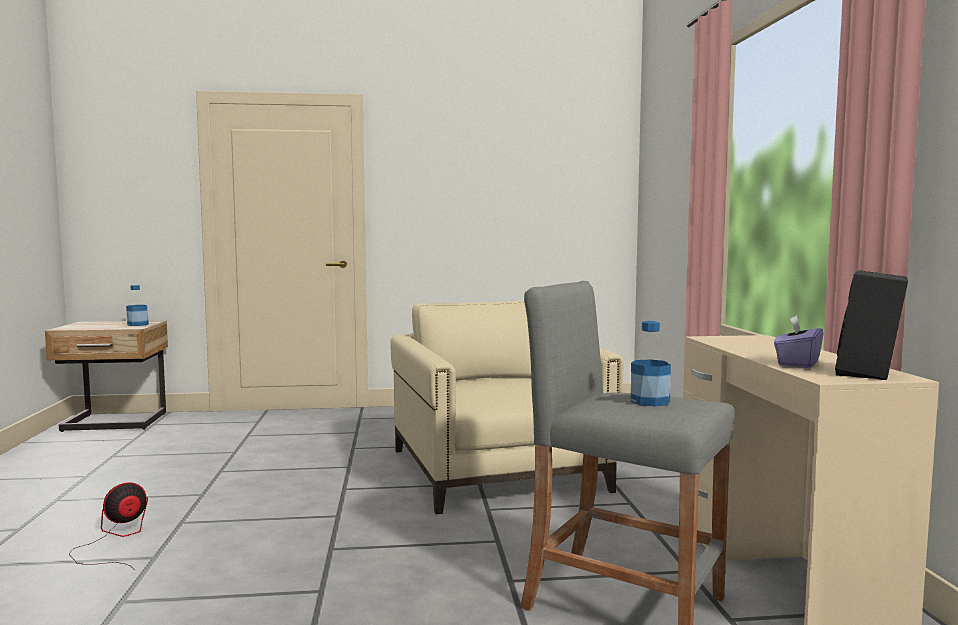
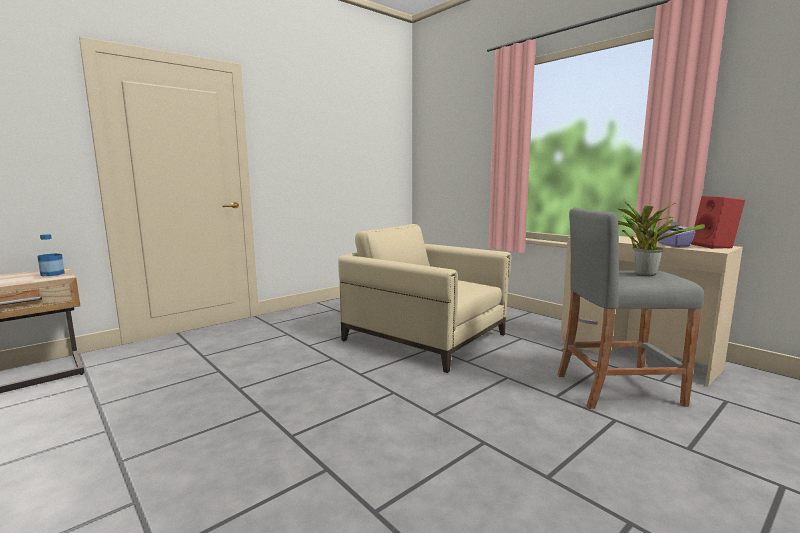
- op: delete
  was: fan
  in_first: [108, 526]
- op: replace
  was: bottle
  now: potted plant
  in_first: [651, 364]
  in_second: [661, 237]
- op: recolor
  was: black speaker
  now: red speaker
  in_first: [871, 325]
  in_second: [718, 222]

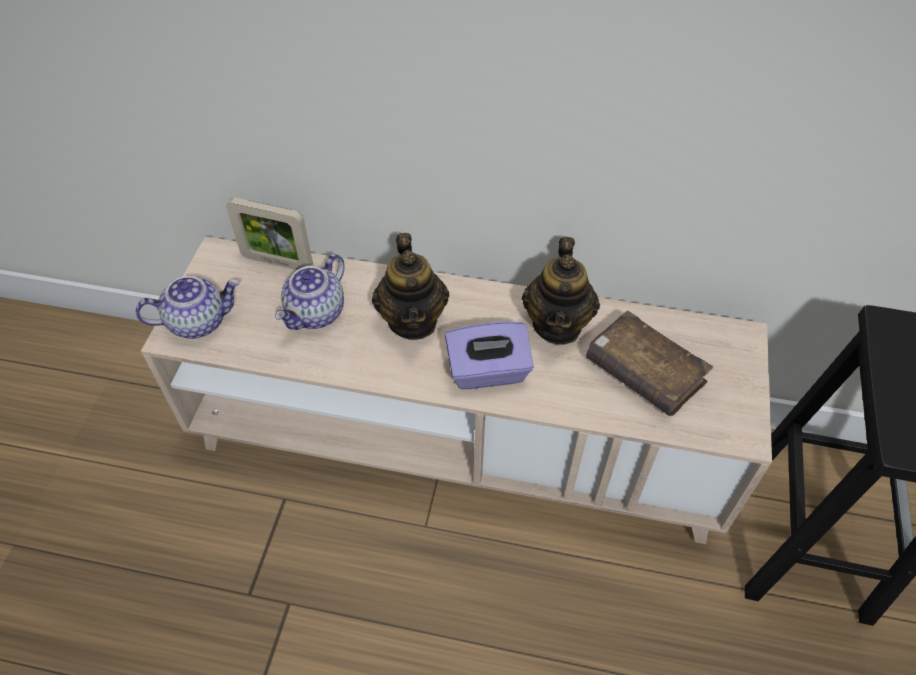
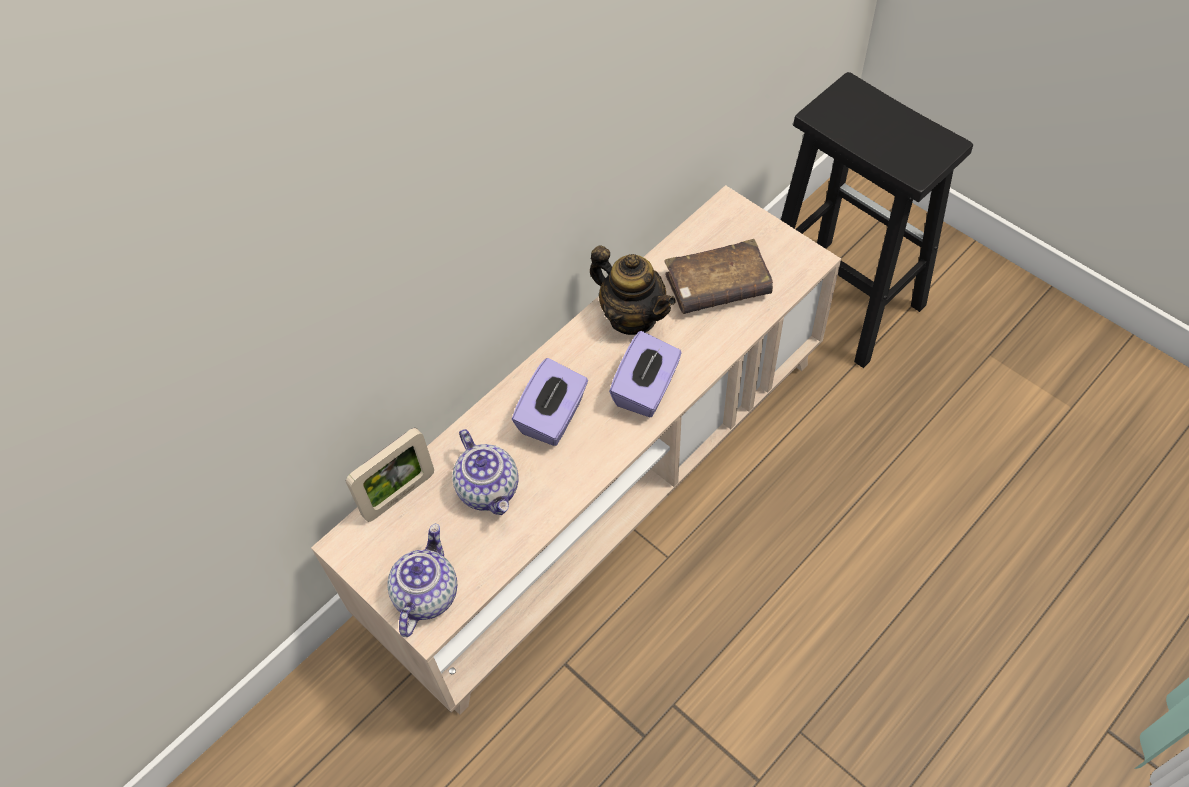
- op: replace
  was: teapot
  now: purple tissue box
  in_first: [410, 286]
  in_second: [549, 402]

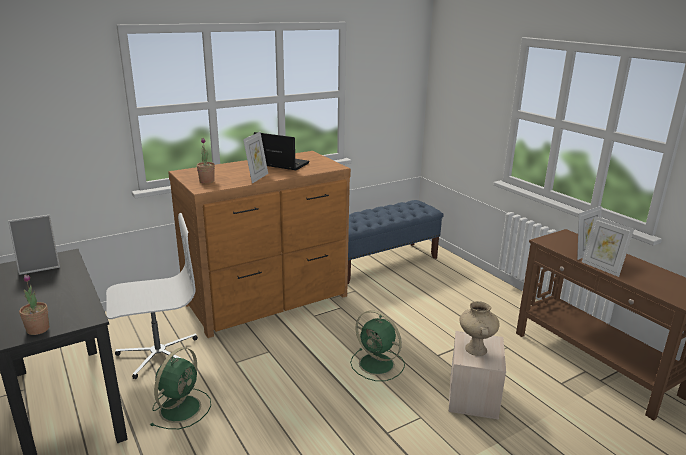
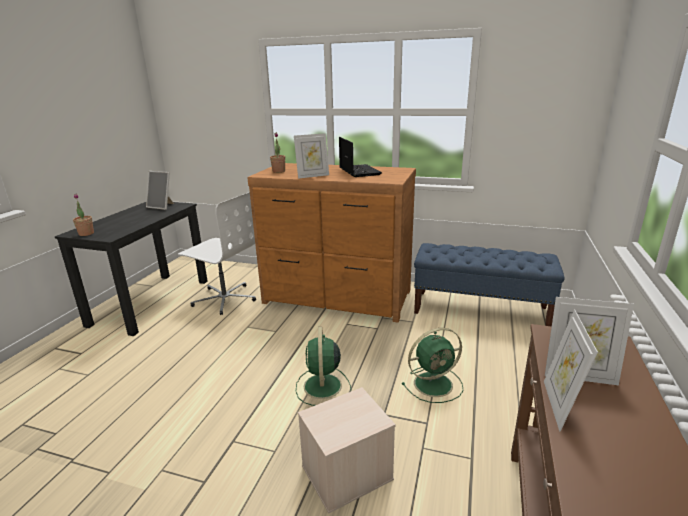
- op: delete
  was: beige vase
  in_first: [480, 328]
- op: move
  was: green fan
  in_first: [180, 388]
  in_second: [432, 365]

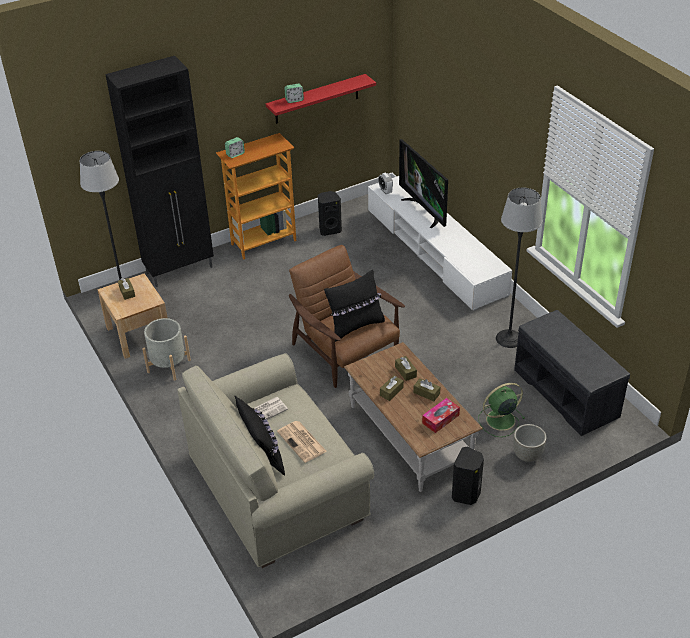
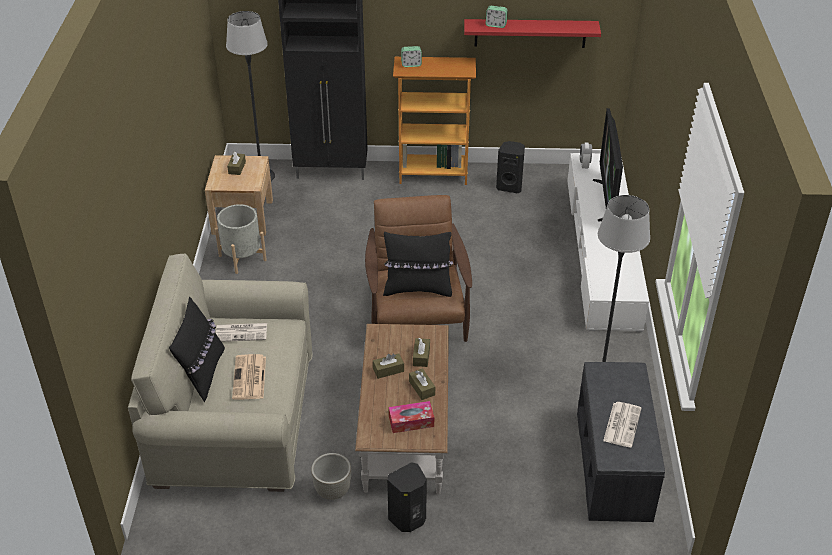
- op: delete
  was: green fan
  in_first: [502, 410]
- op: insert
  now: newspaper
  in_second: [622, 425]
- op: move
  was: grey planter
  in_first: [529, 443]
  in_second: [331, 476]

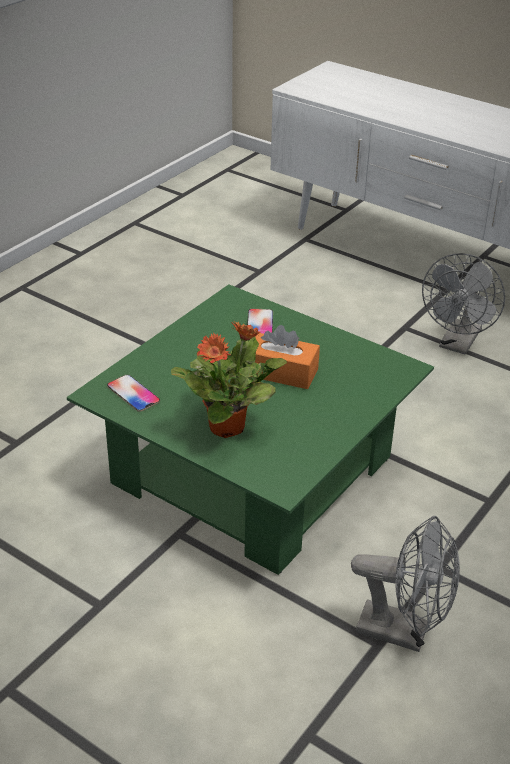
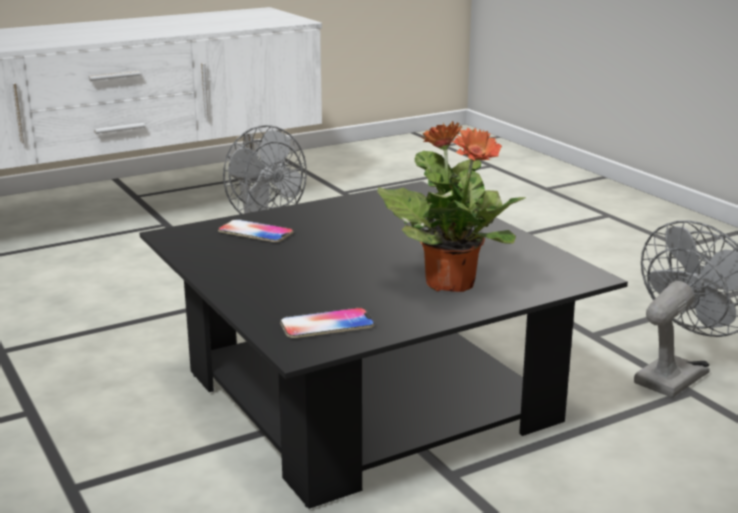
- op: delete
  was: orange tissue box
  in_first: [286, 357]
- op: recolor
  was: green coffee table
  now: black coffee table
  in_first: [250, 429]
  in_second: [383, 345]

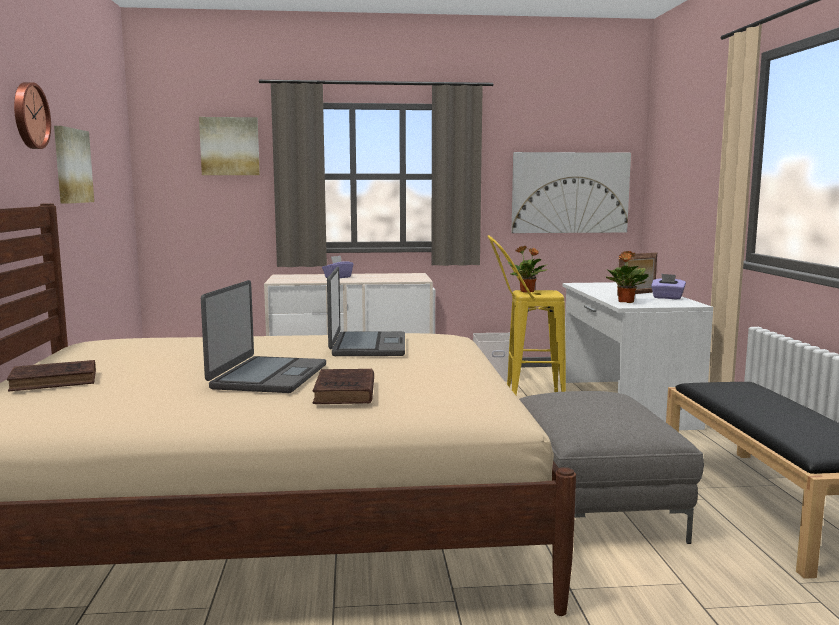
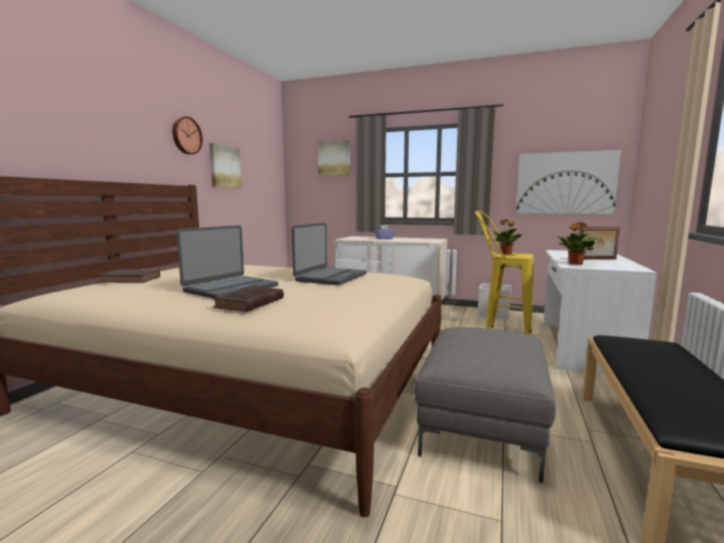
- op: delete
  was: purple tissue box
  in_first: [668, 286]

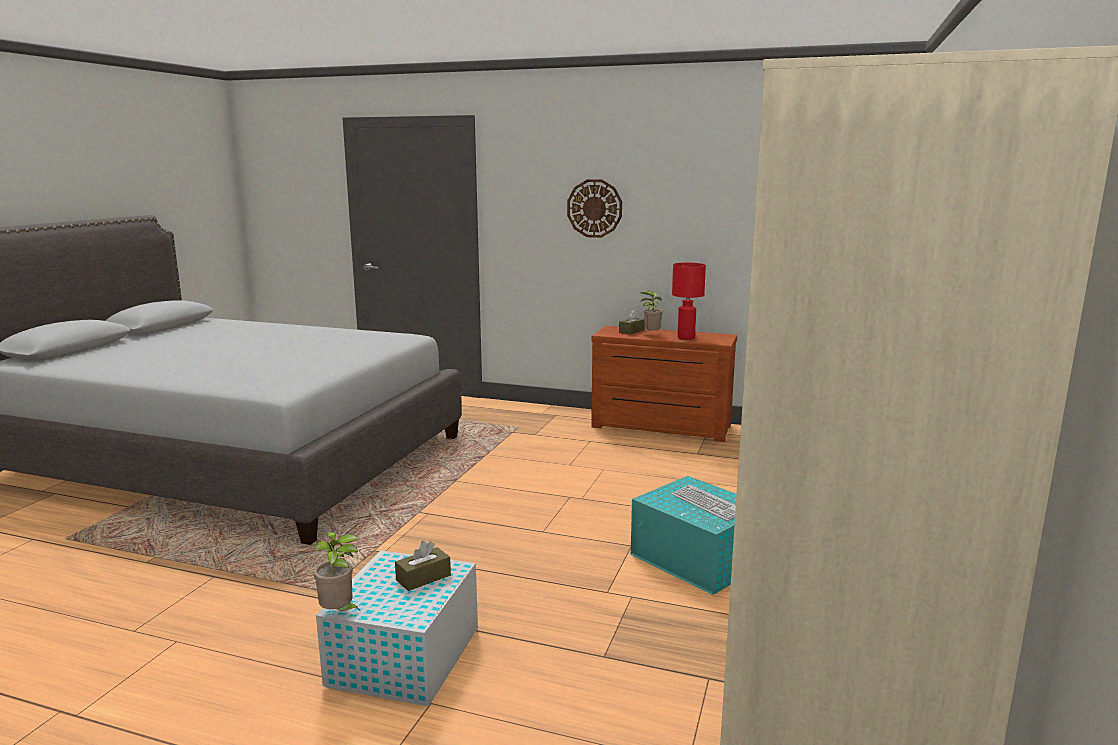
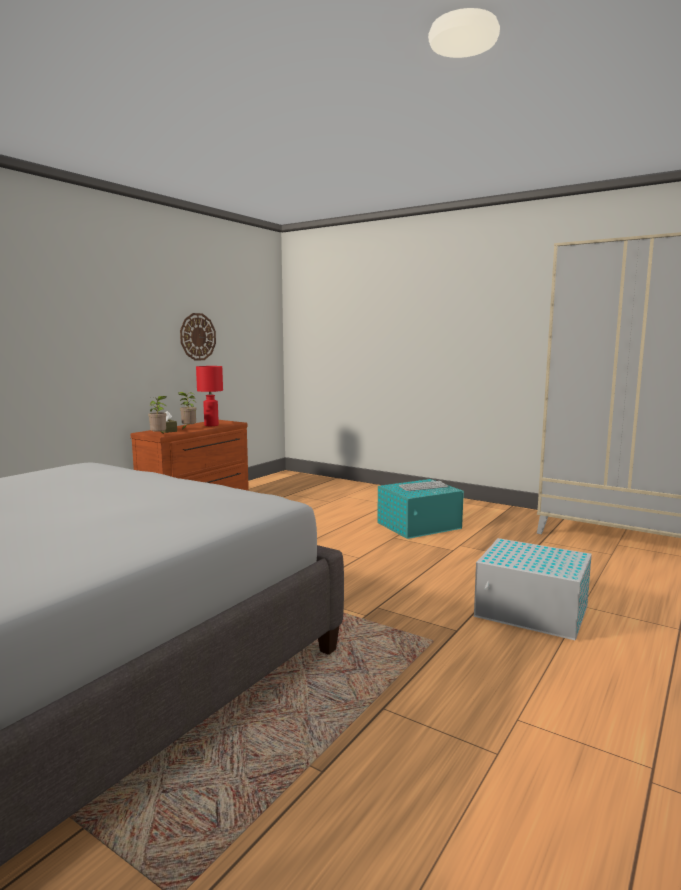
- op: delete
  was: brown tissue box
  in_first: [423, 566]
- op: move
  was: potted plant
  in_first: [337, 572]
  in_second: [157, 415]
- op: move
  was: wall clock
  in_first: [594, 208]
  in_second: [198, 337]

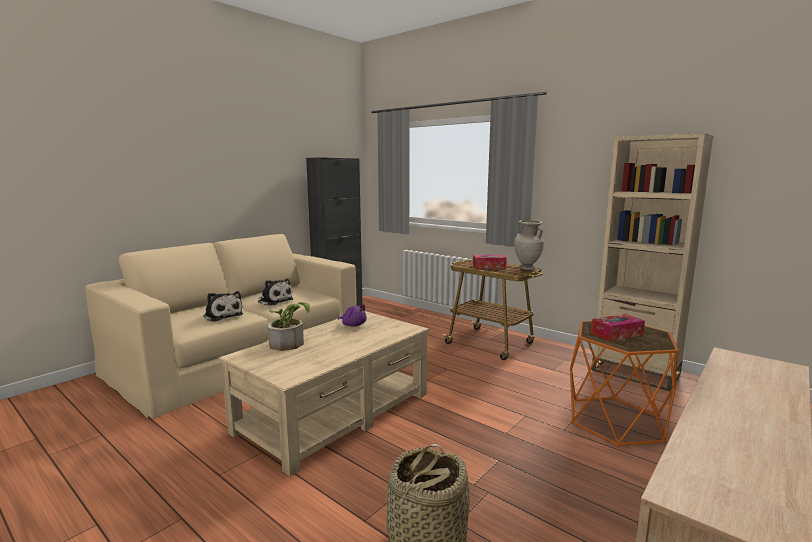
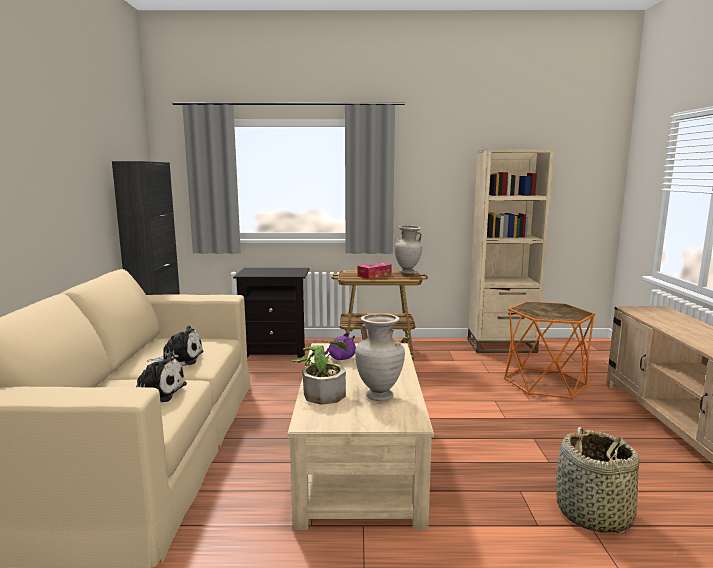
- op: delete
  was: tissue box
  in_first: [618, 327]
- op: insert
  now: black nightstand
  in_second: [271, 313]
- op: insert
  now: beige vase
  in_second: [380, 357]

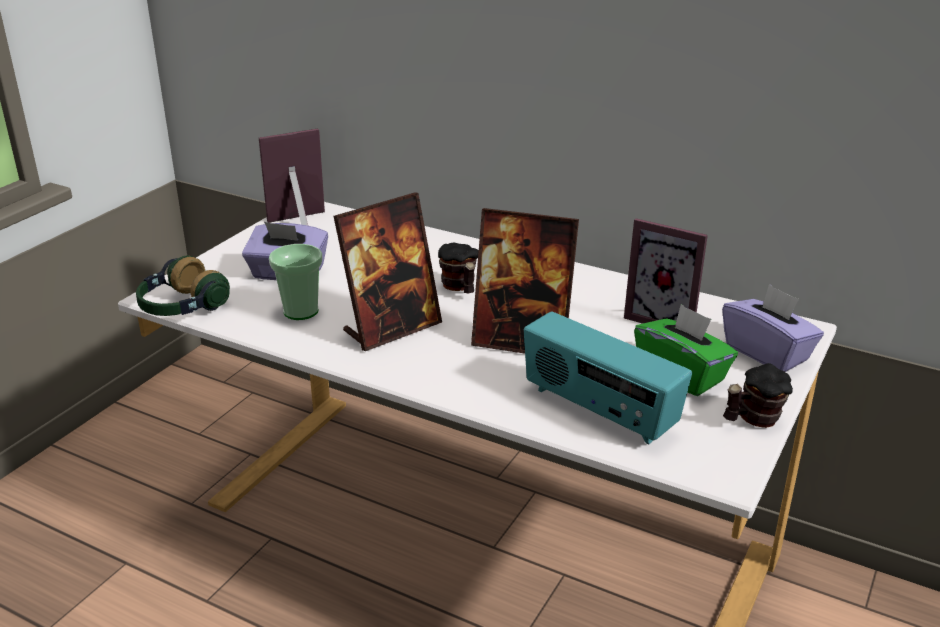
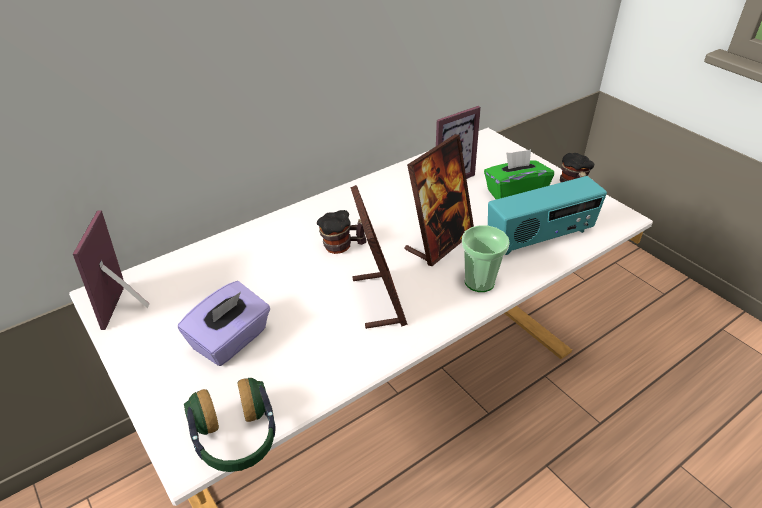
- op: delete
  was: purple tissue box
  in_first: [773, 328]
- op: move
  was: cup
  in_first: [295, 282]
  in_second: [486, 258]

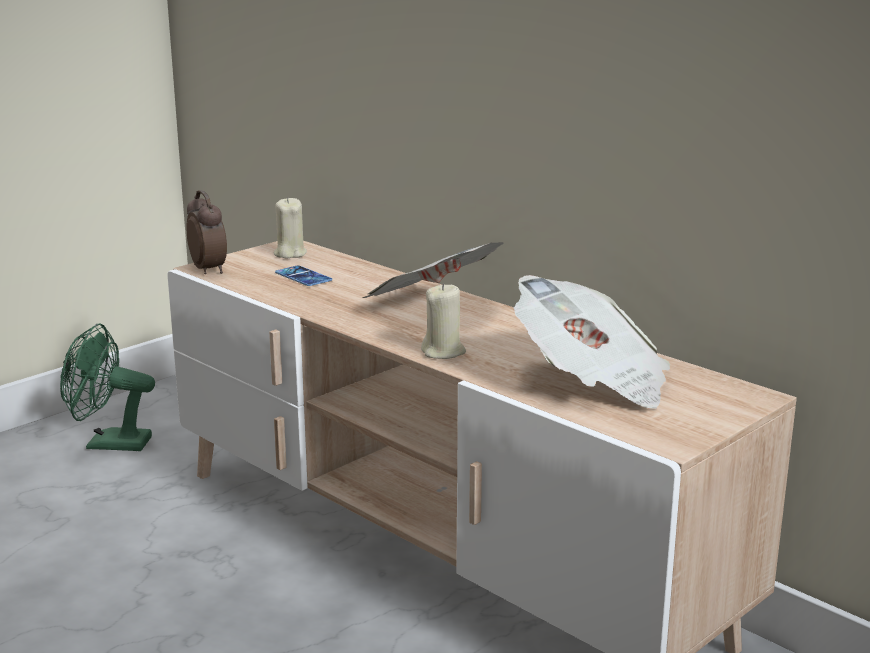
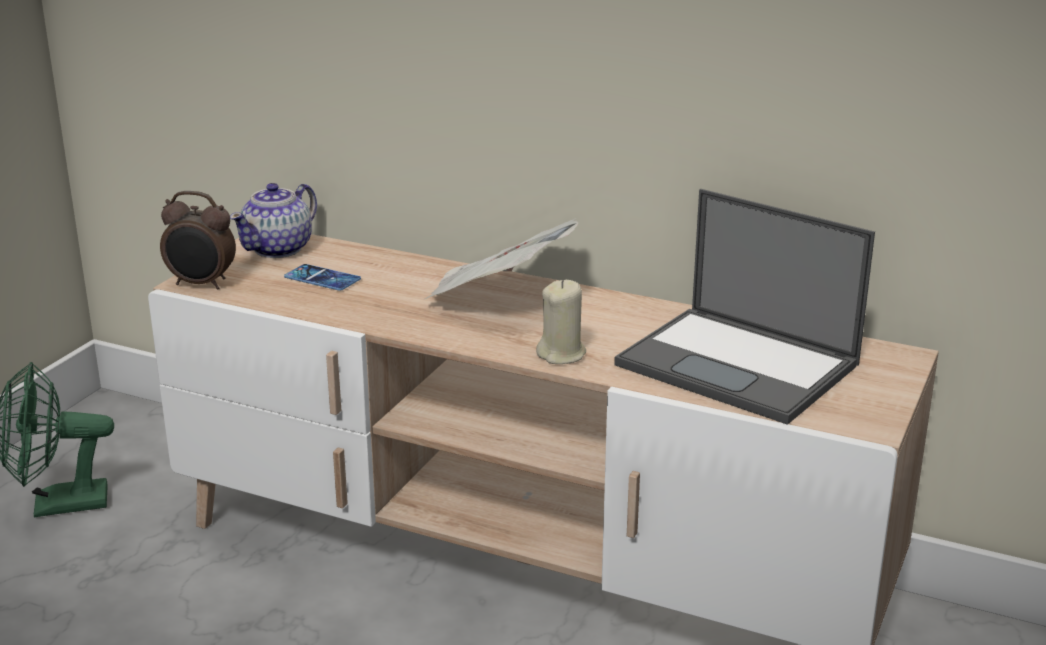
- op: replace
  was: beige candle
  now: teapot
  in_first: [290, 228]
  in_second: [273, 220]
- op: replace
  was: newspaper
  now: laptop
  in_first: [592, 342]
  in_second: [744, 307]
- op: rotate
  was: alarm clock
  in_first: [207, 232]
  in_second: [198, 240]
  clockwise: 150

